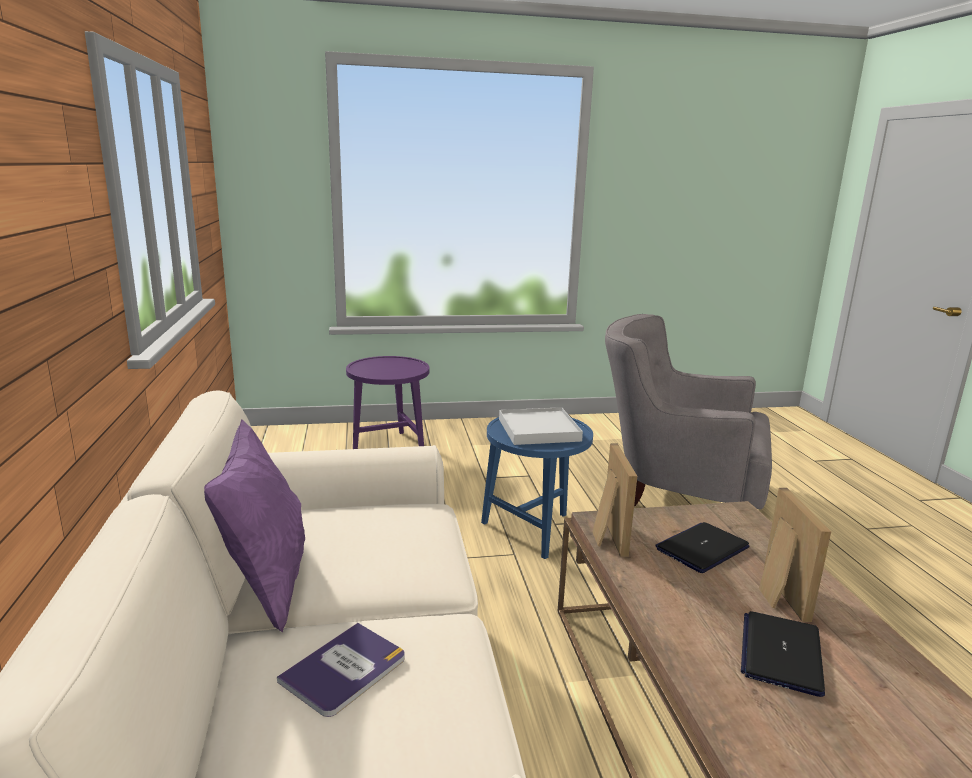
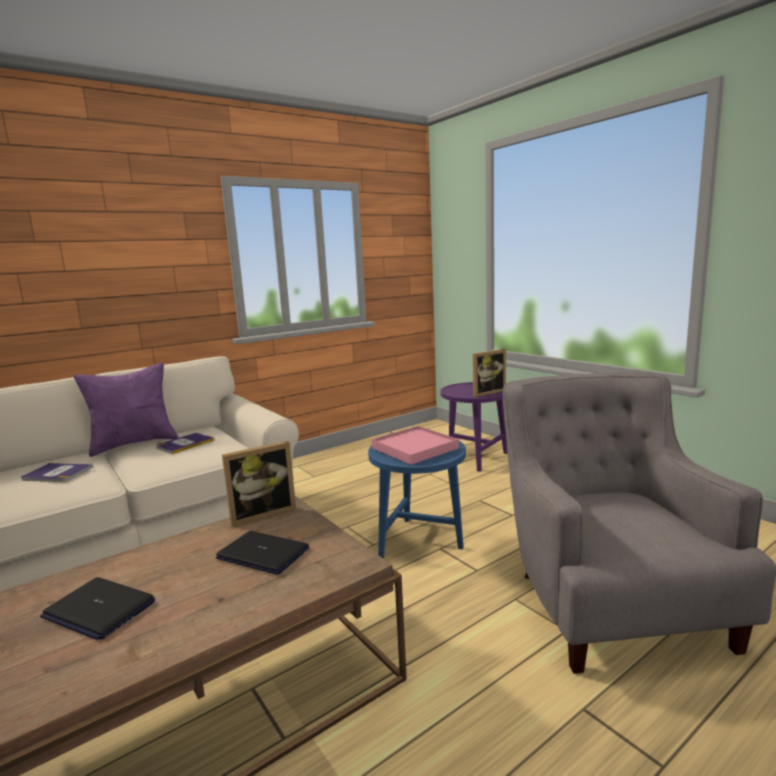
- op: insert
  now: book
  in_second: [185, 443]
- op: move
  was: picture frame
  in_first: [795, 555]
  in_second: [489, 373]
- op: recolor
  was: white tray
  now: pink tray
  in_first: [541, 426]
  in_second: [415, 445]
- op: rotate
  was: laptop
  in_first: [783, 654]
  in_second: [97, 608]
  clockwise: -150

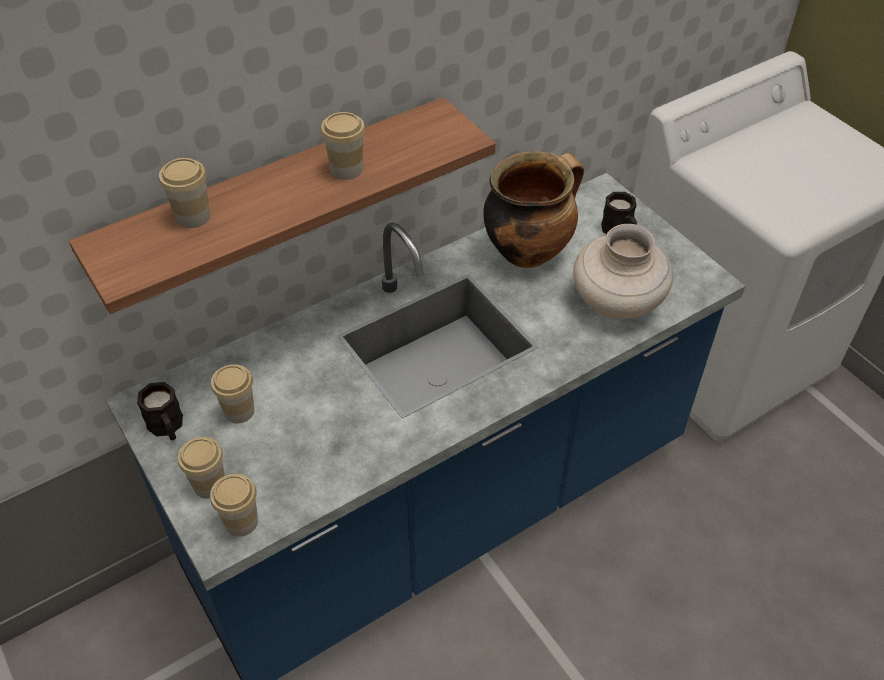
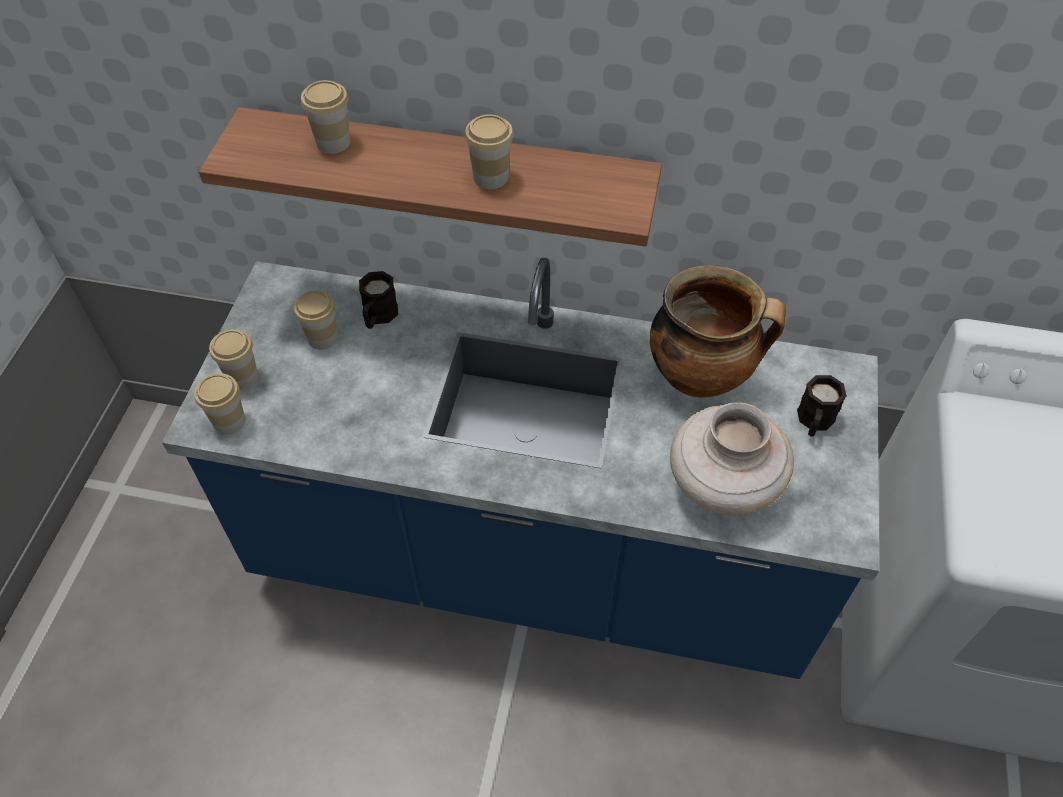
- op: move
  was: black mug
  in_first: [160, 411]
  in_second: [378, 300]

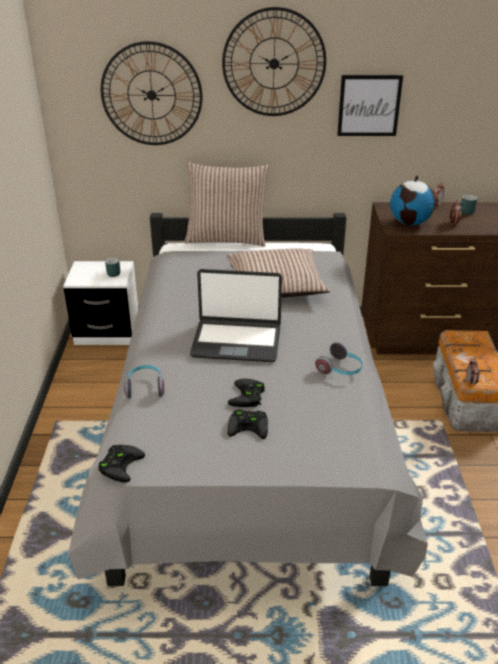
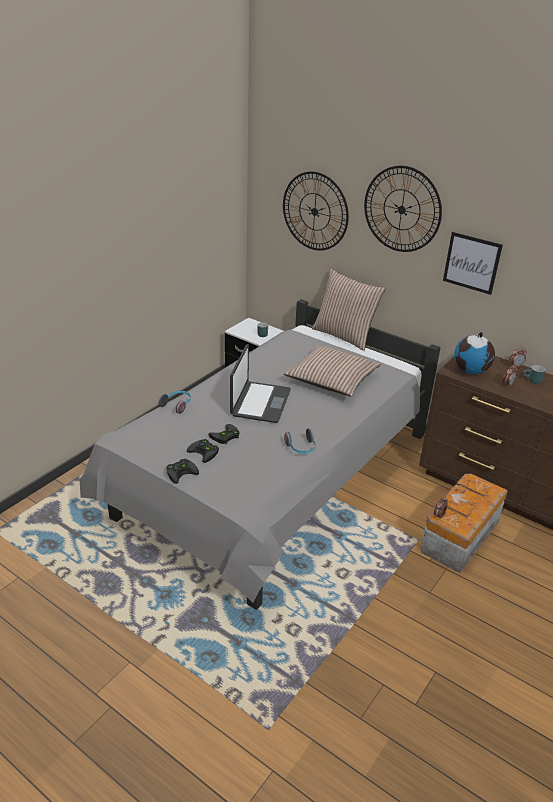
- op: move
  was: black game controller
  in_first: [121, 464]
  in_second: [182, 471]
- op: rotate
  was: laptop
  in_first: [236, 315]
  in_second: [260, 383]
  clockwise: -120

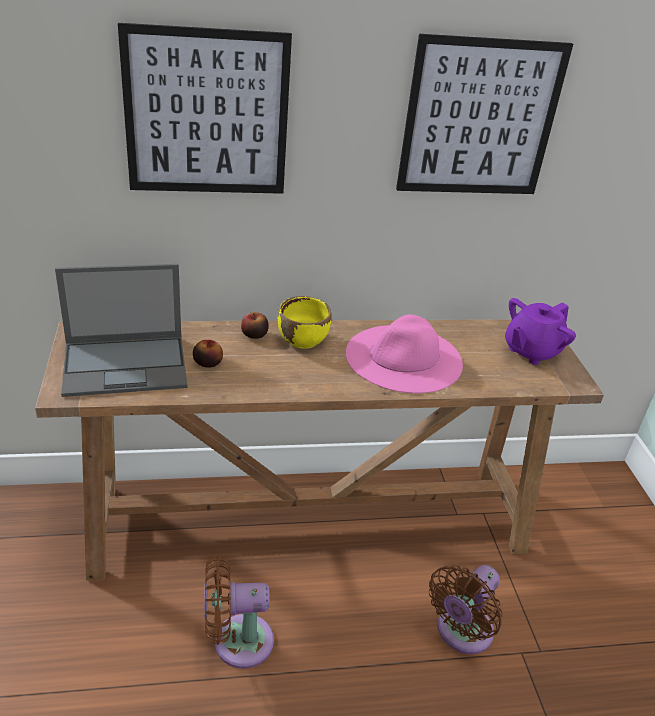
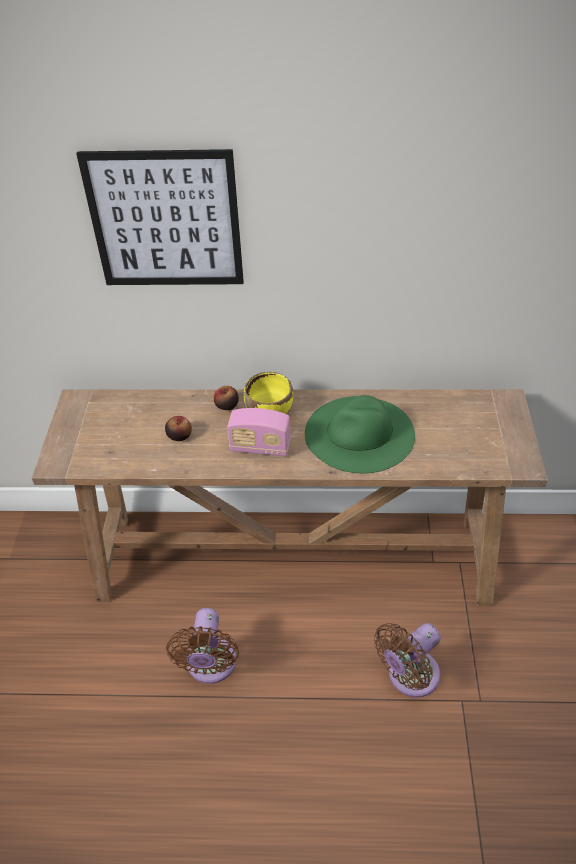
- op: delete
  was: laptop
  in_first: [121, 330]
- op: delete
  was: picture
  in_first: [484, 114]
- op: delete
  was: purple teapot
  in_first: [540, 331]
- op: insert
  now: radio
  in_second: [259, 432]
- op: recolor
  was: pink hat
  now: green hat
  in_first: [404, 353]
  in_second: [360, 434]
- op: rotate
  was: brown fan
  in_first: [239, 612]
  in_second: [202, 646]
  clockwise: -90

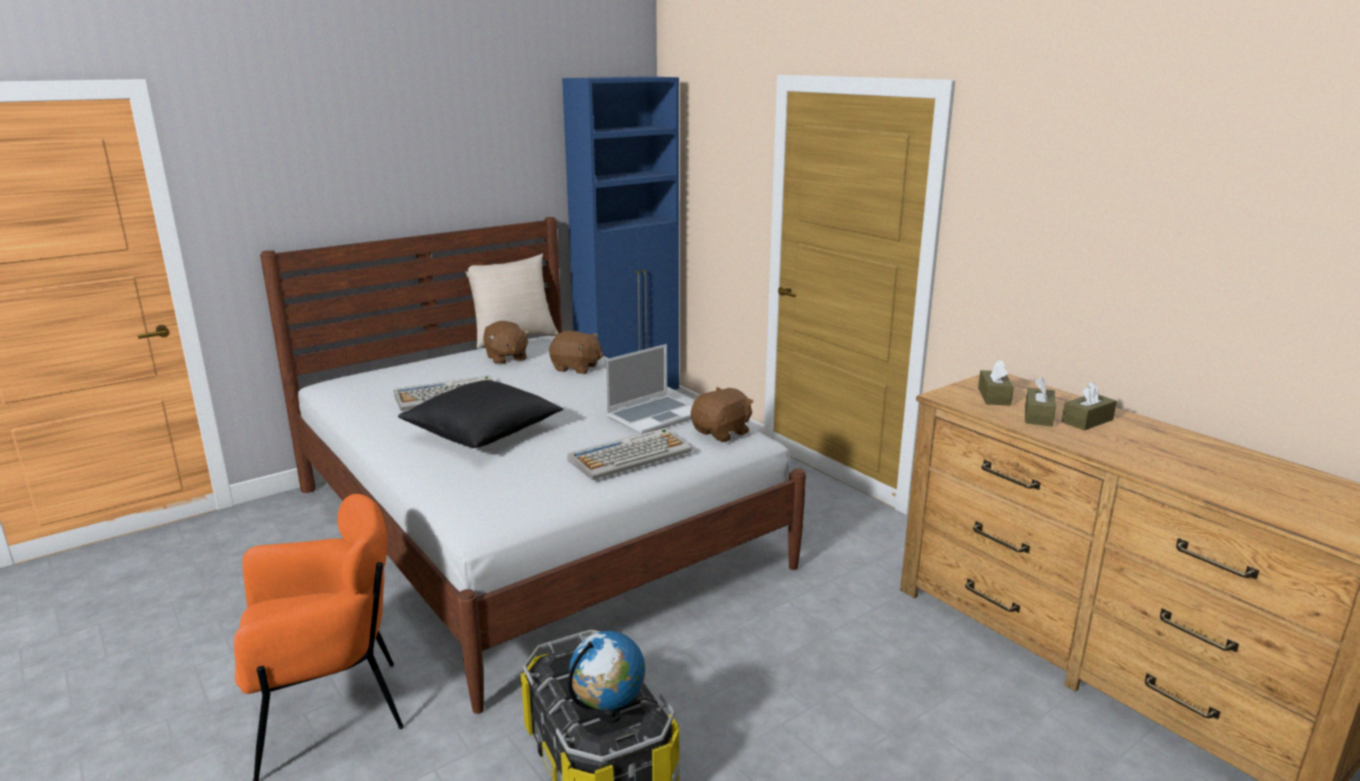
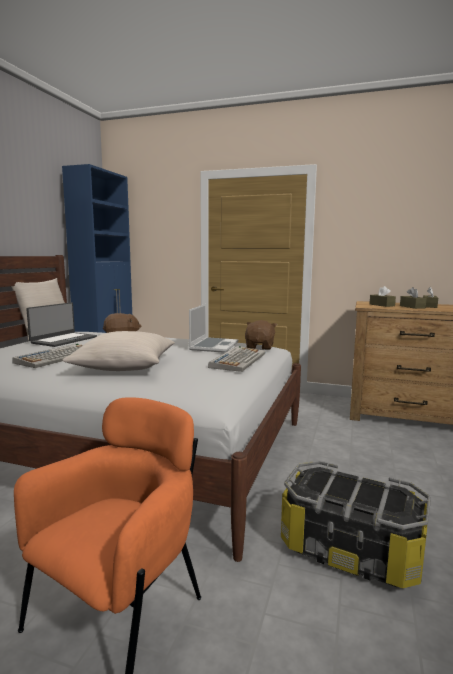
- op: delete
  was: globe
  in_first: [607, 677]
- op: replace
  was: brown plush toy
  now: laptop
  in_first: [506, 343]
  in_second: [62, 324]
- op: recolor
  was: black pillow
  now: beige pillow
  in_first: [480, 414]
  in_second: [119, 351]

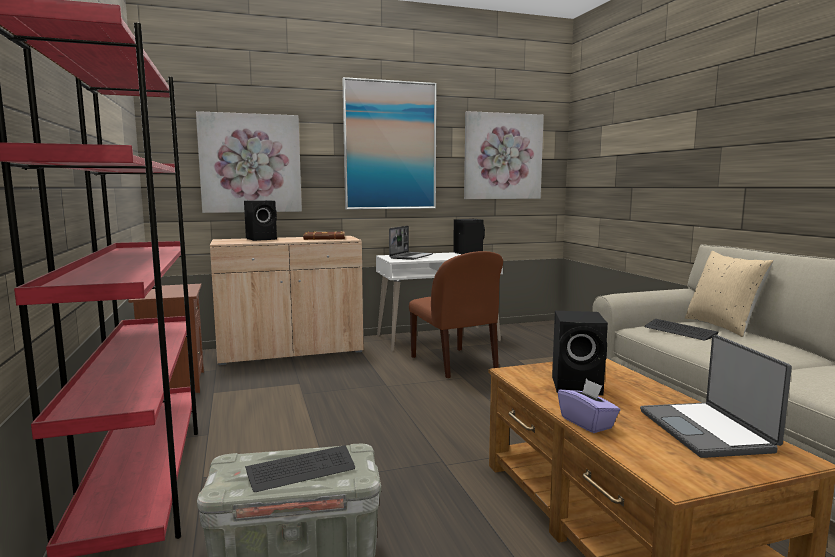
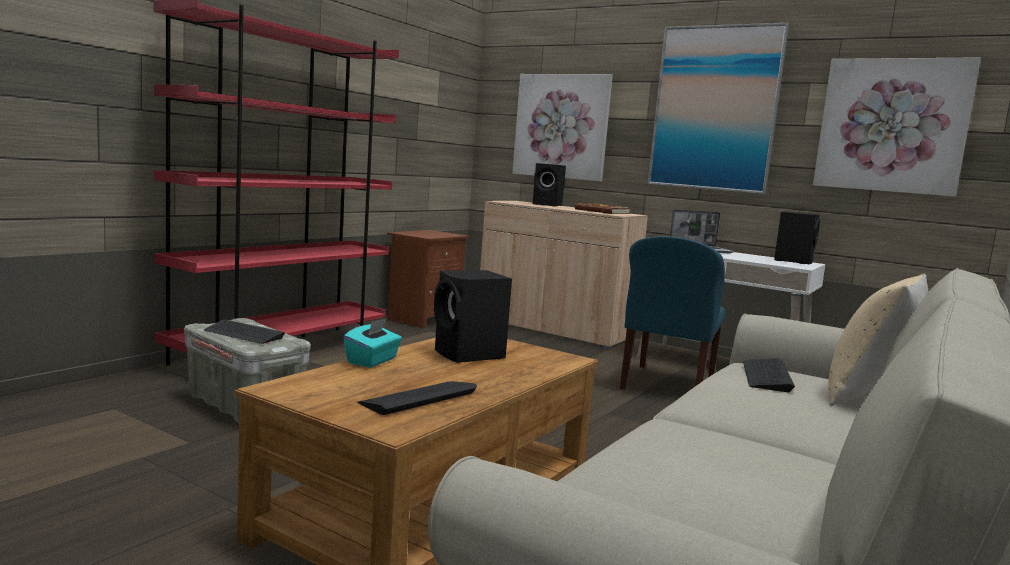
- op: replace
  was: laptop
  now: keyboard
  in_first: [716, 396]
  in_second: [417, 398]
- op: recolor
  was: brown chair
  now: blue chair
  in_first: [456, 314]
  in_second: [672, 313]
- op: recolor
  was: purple tissue box
  now: turquoise tissue box
  in_first: [589, 406]
  in_second: [372, 343]

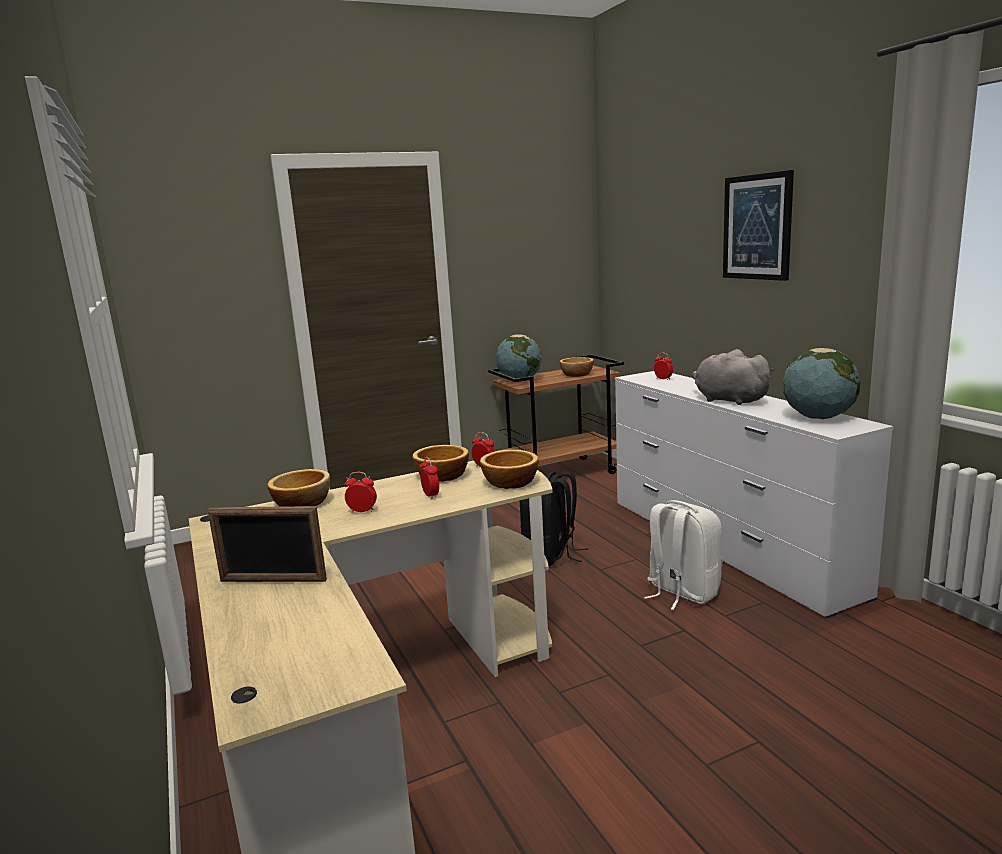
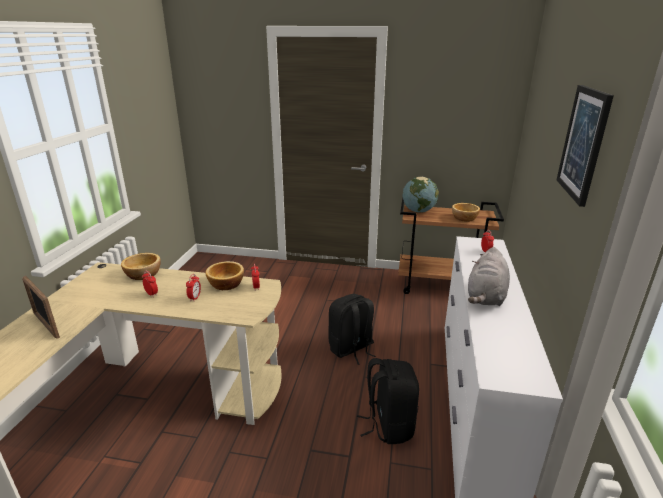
- op: delete
  was: bowl
  in_first: [509, 469]
- op: delete
  was: globe
  in_first: [822, 383]
- op: recolor
  was: white backpack
  now: black backpack
  in_first: [683, 555]
  in_second: [388, 401]
- op: rotate
  was: grey plush toy
  in_first: [733, 377]
  in_second: [489, 276]
  clockwise: -150

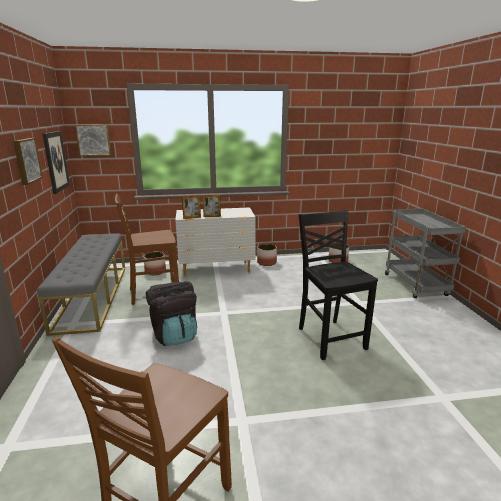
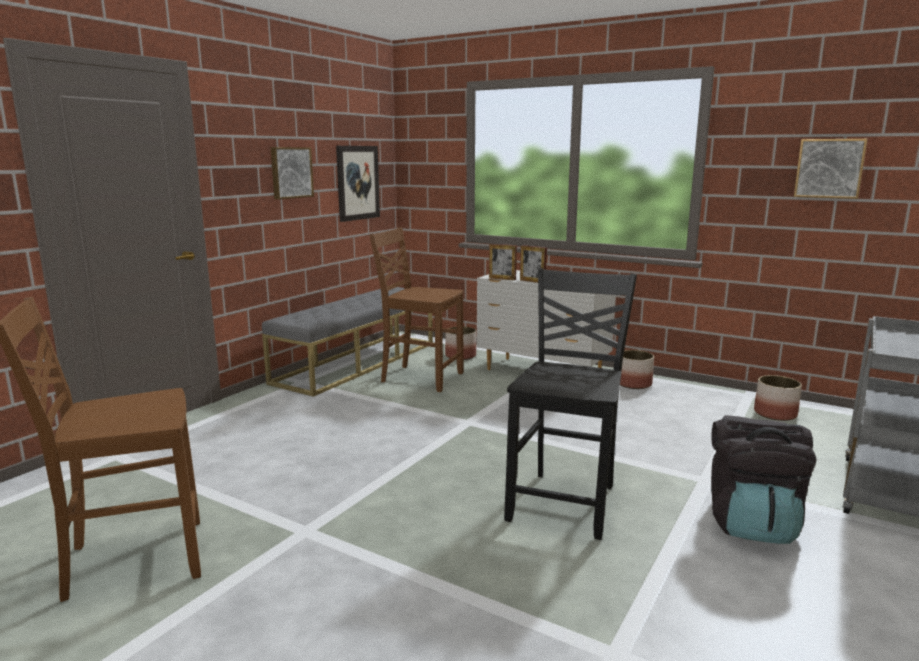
- op: move
  was: picture
  in_first: [93, 140]
  in_second: [831, 169]
- op: move
  was: black backpack
  in_first: [171, 313]
  in_second: [764, 479]

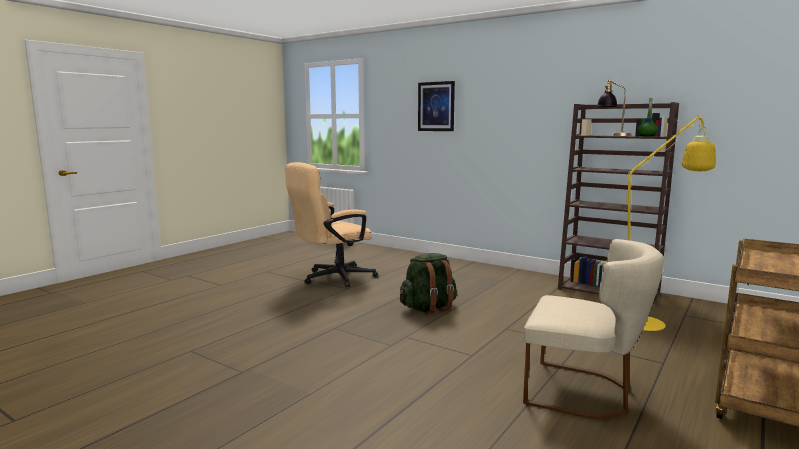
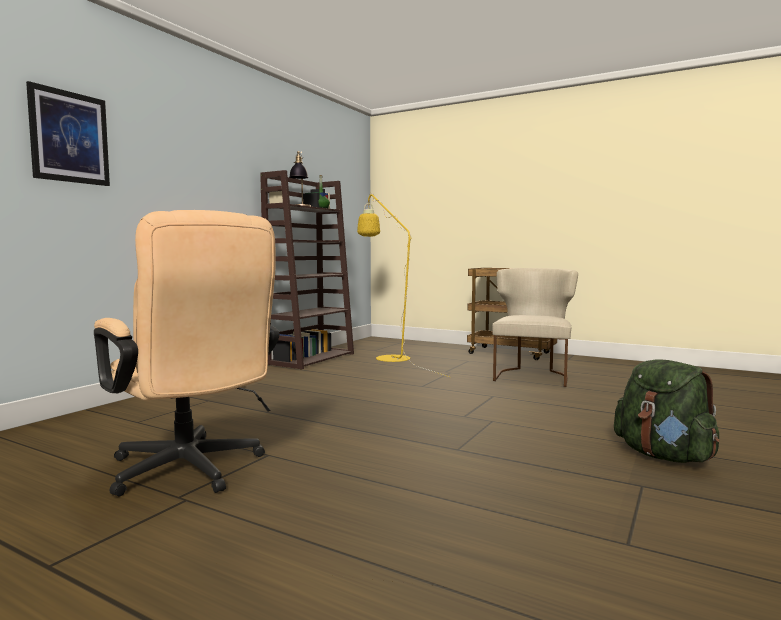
- op: move
  was: green backpack
  in_first: [428, 284]
  in_second: [666, 411]

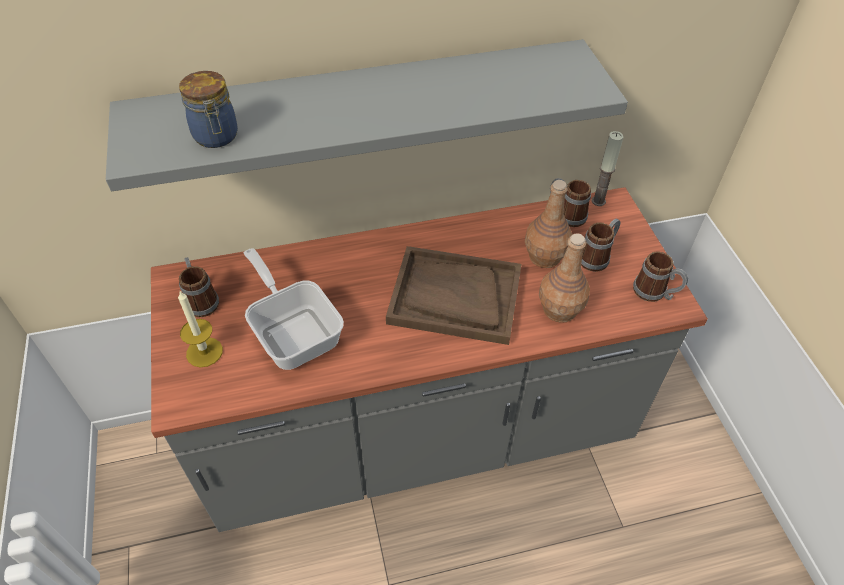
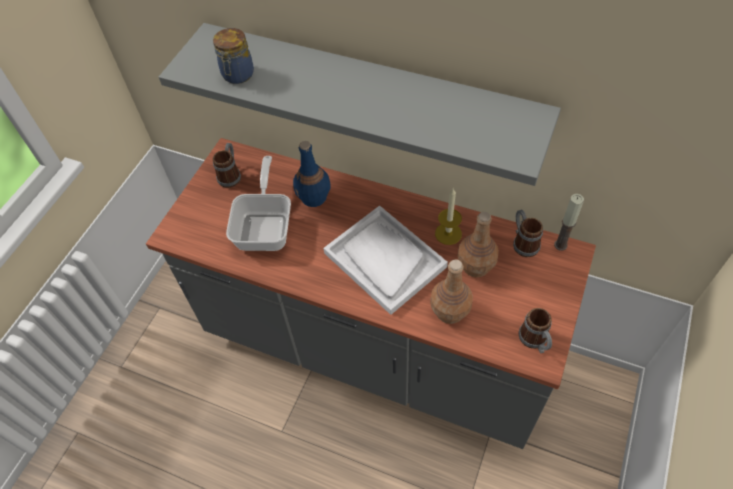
- op: delete
  was: mug
  in_first: [601, 245]
- op: insert
  now: blue bottle
  in_second: [311, 174]
- op: move
  was: candle
  in_first: [200, 328]
  in_second: [448, 217]
- op: recolor
  was: brown tray
  now: white tray
  in_first: [454, 295]
  in_second: [385, 260]

